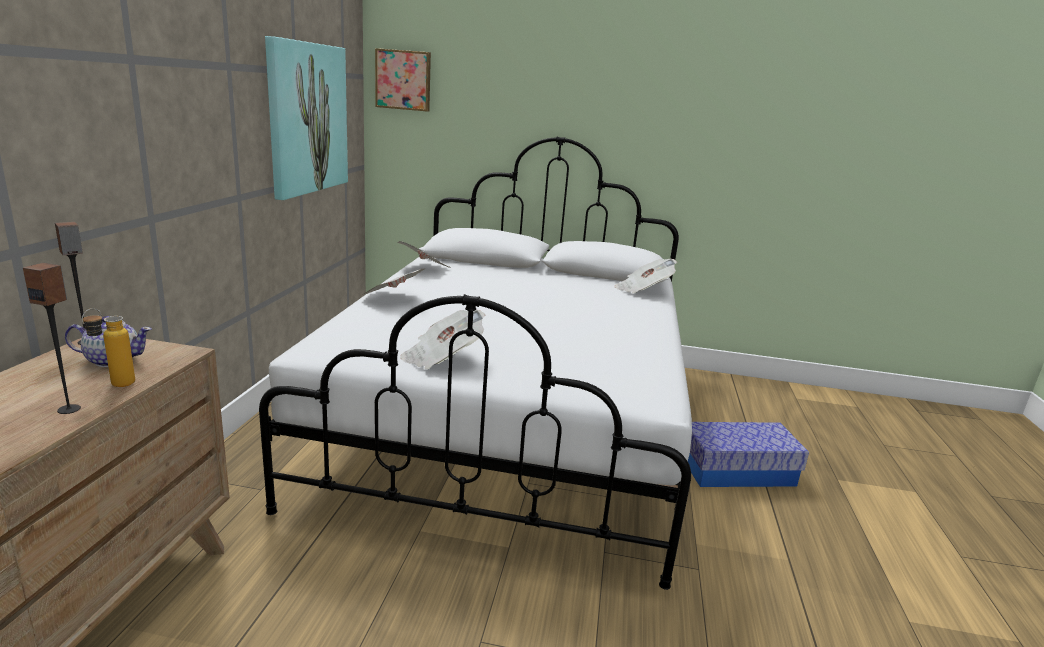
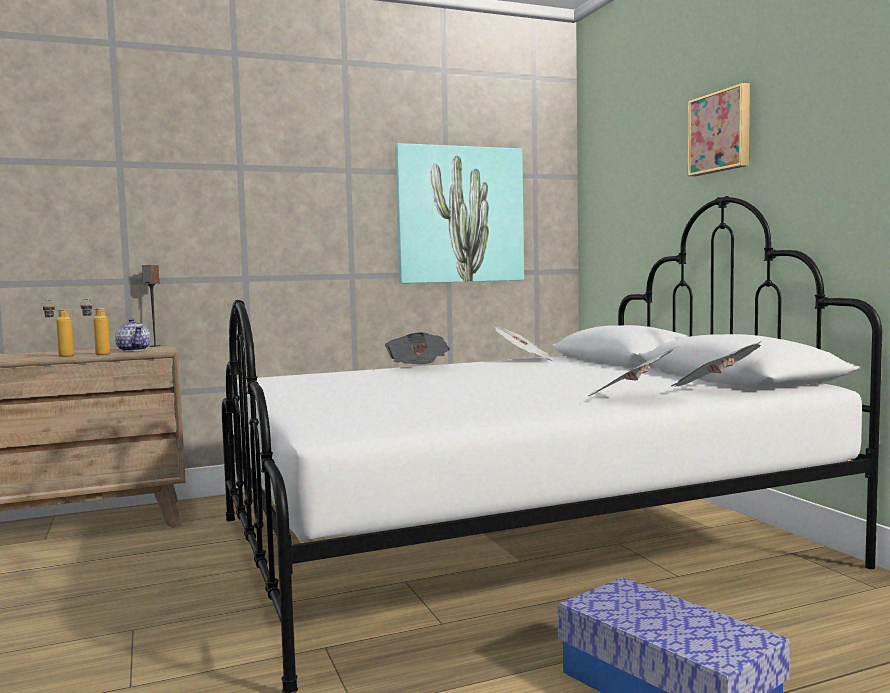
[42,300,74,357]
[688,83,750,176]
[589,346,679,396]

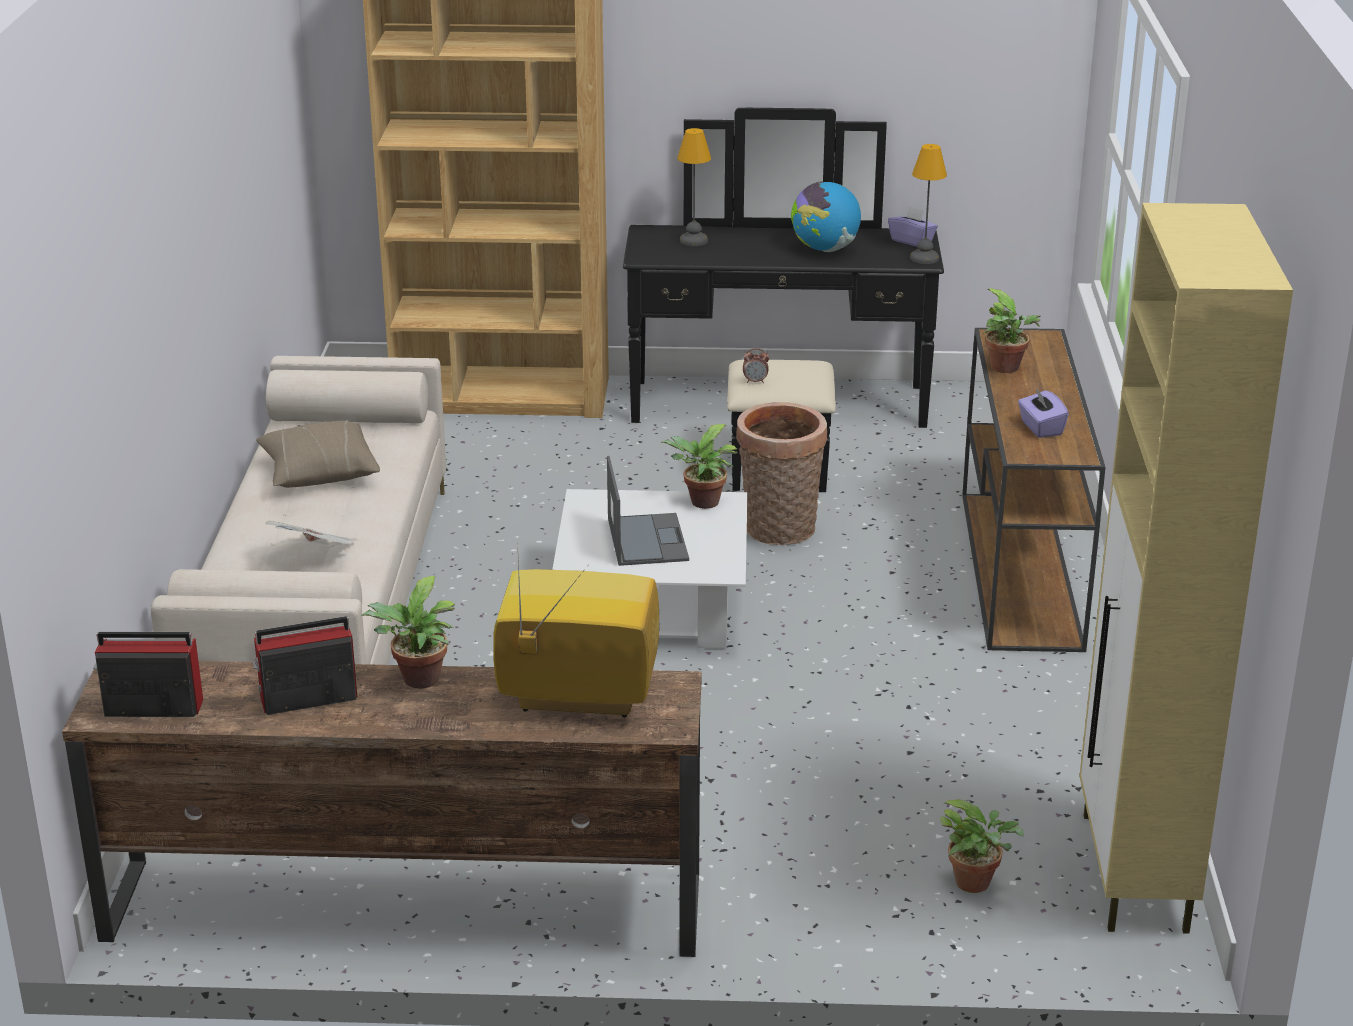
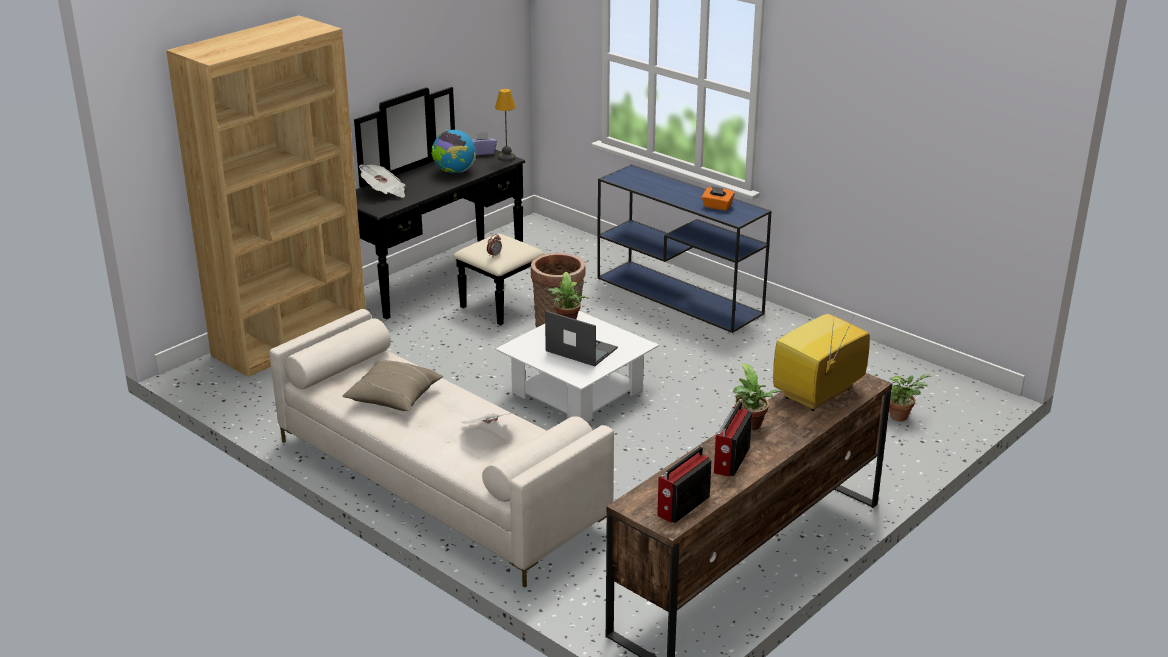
[359,164,405,198]
[597,164,772,333]
[983,288,1041,373] (first image)
[702,186,735,211]
[1079,203,1293,934] (first image)

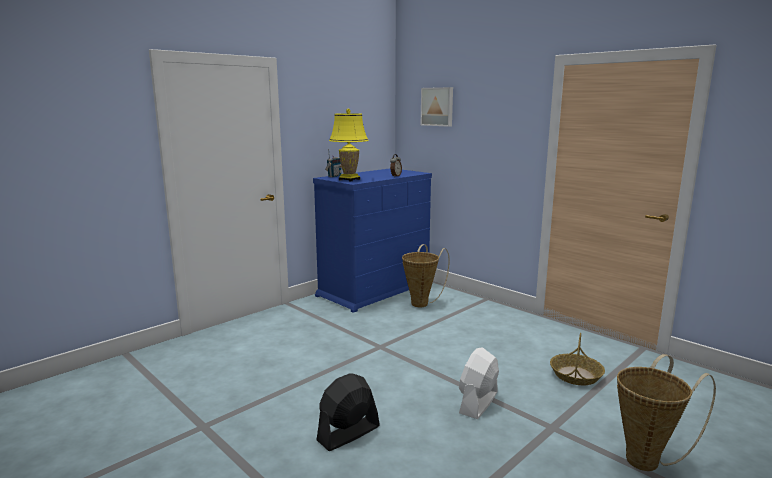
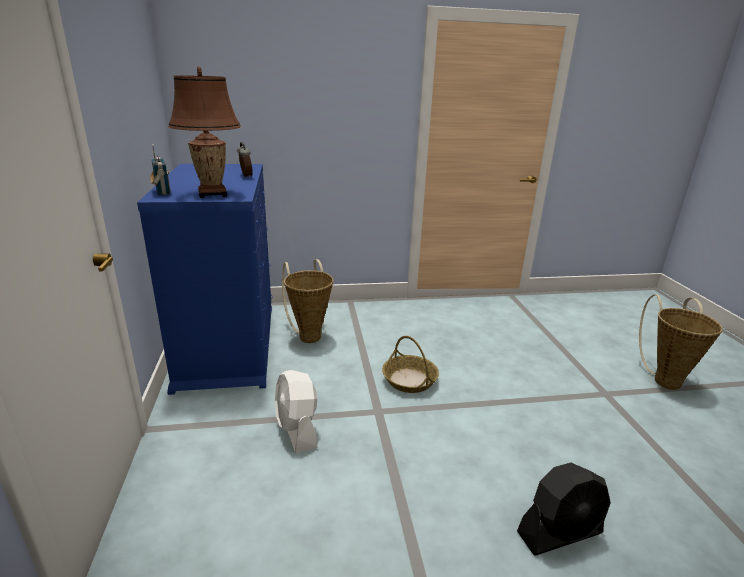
[517,463,611,556]
[168,67,241,198]
[421,87,453,127] (first image)
[275,370,317,454]
[382,336,439,393]

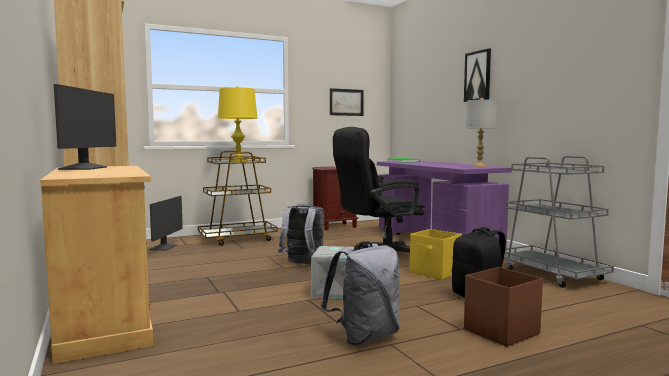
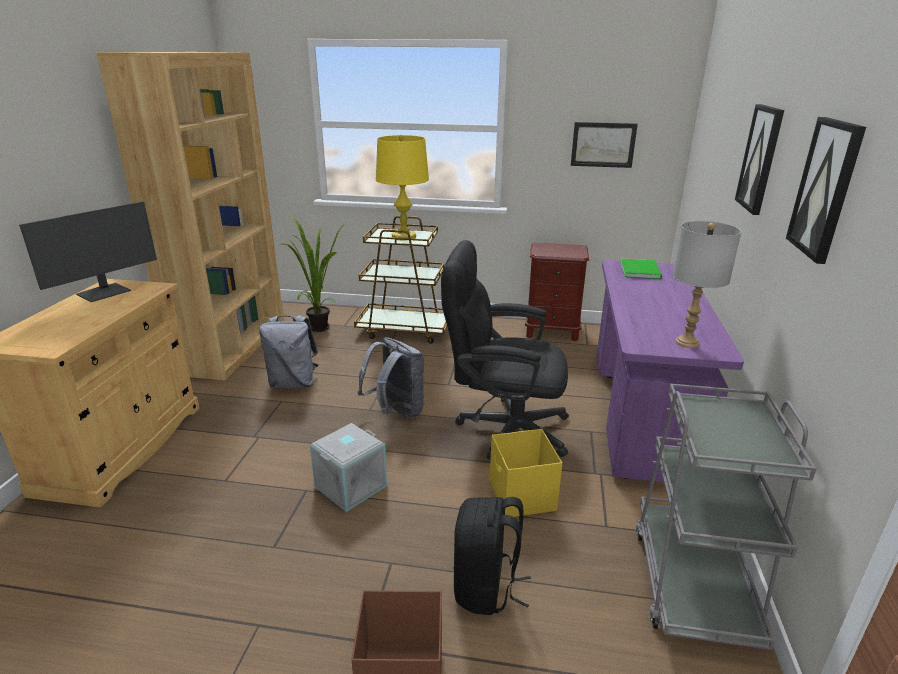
[284,216,345,332]
[259,315,318,388]
[786,117,866,264]

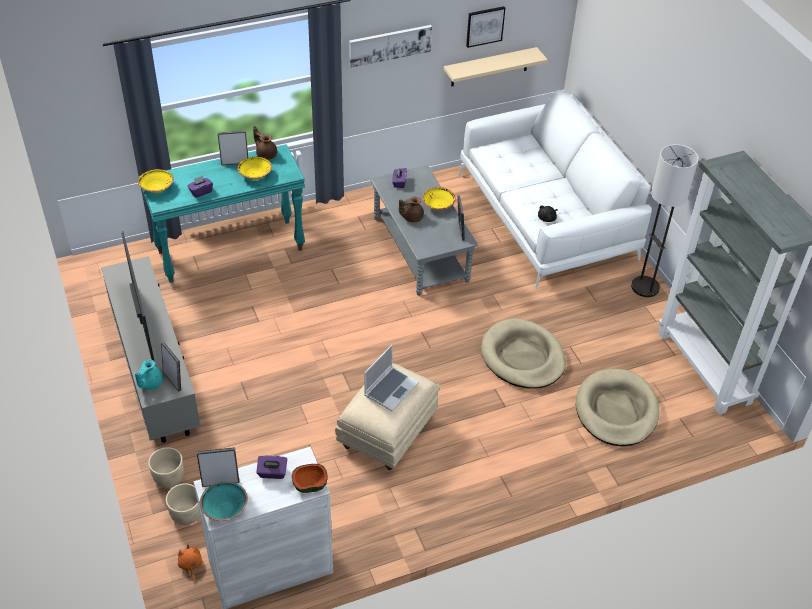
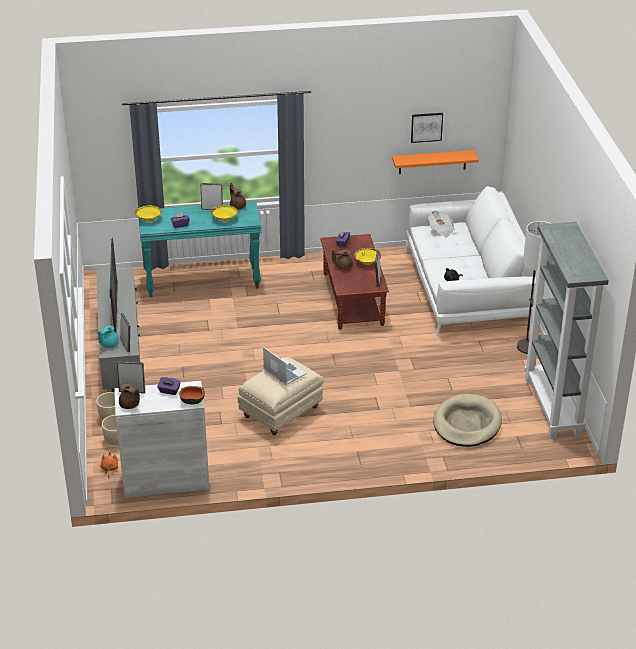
[119,384,140,409]
[349,25,432,68] (first image)
[263,347,306,385]
[321,234,389,330]
[392,150,479,174]
[481,318,566,389] (first image)
[428,210,455,237]

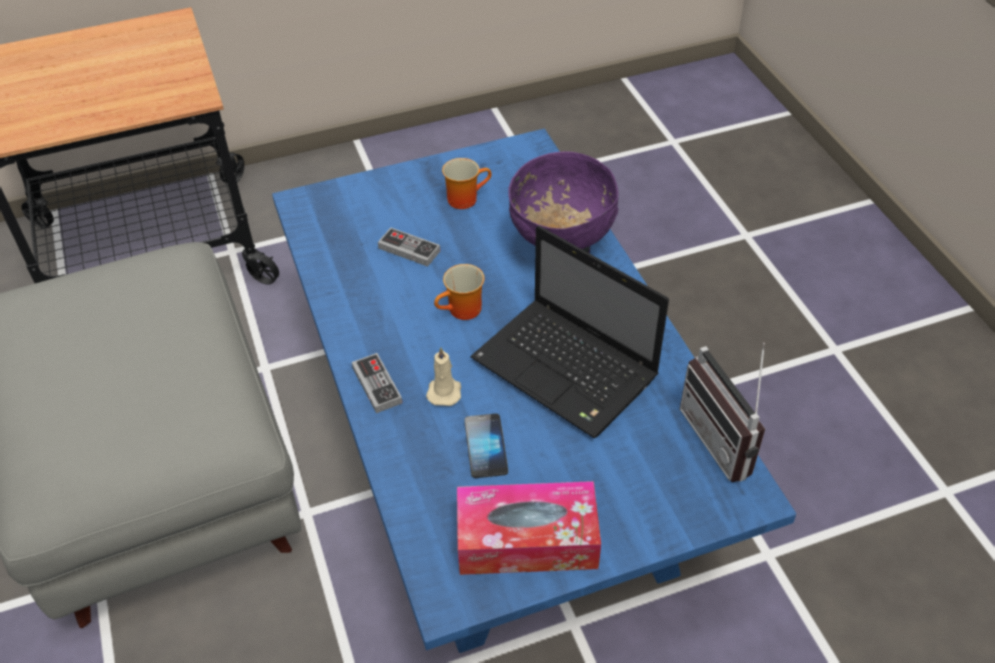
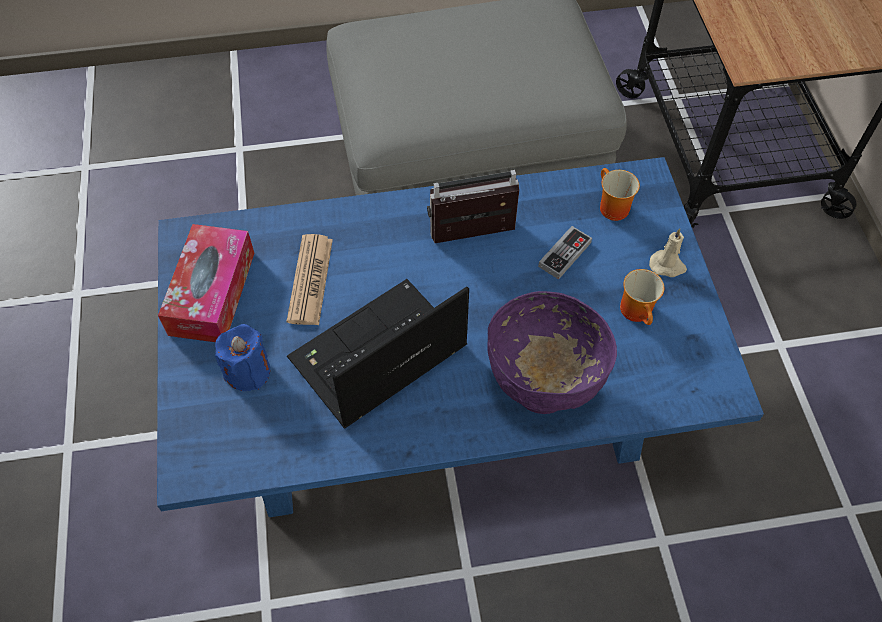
[352,353,402,413] (first image)
[649,228,687,277]
[600,168,640,221]
[287,234,333,325]
[427,170,519,243]
[215,324,270,391]

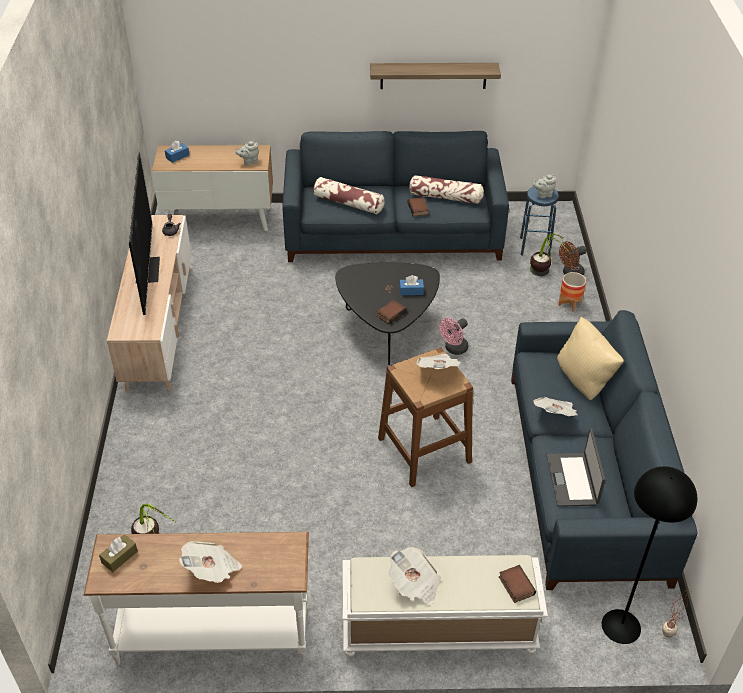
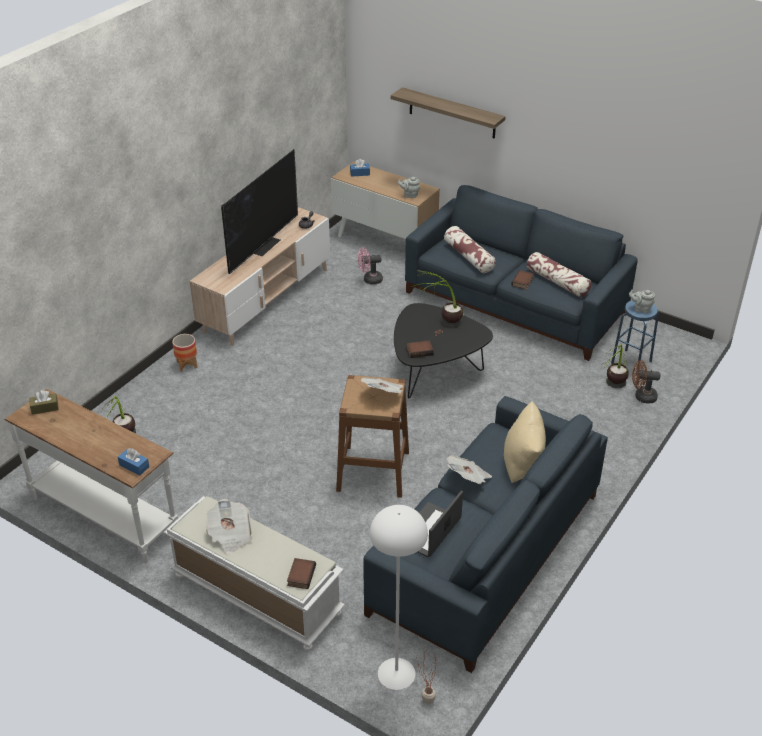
[179,541,242,583] (first image)
[391,87,506,139]
[118,448,149,476]
[358,248,383,284]
[172,334,197,372]
[369,505,428,690]
[412,270,463,327]

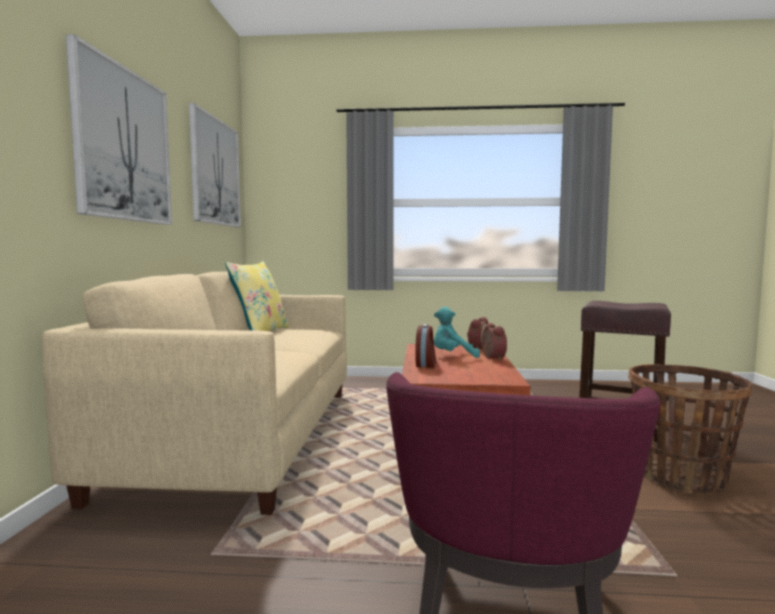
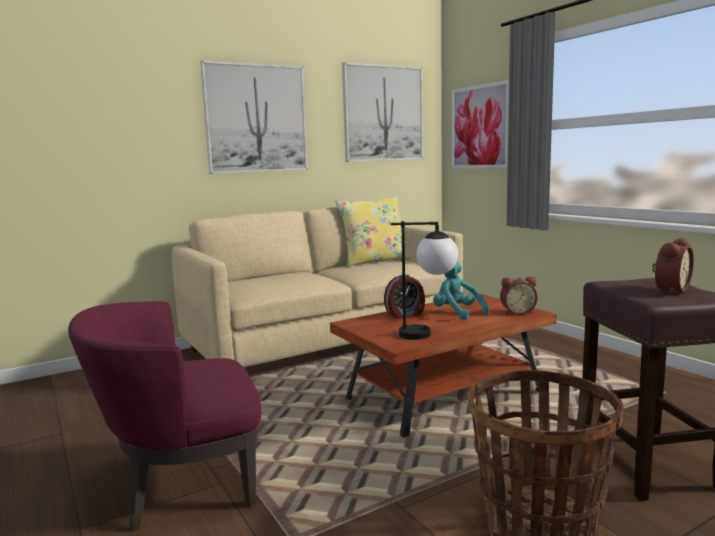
[652,238,694,294]
[391,221,458,340]
[451,80,509,169]

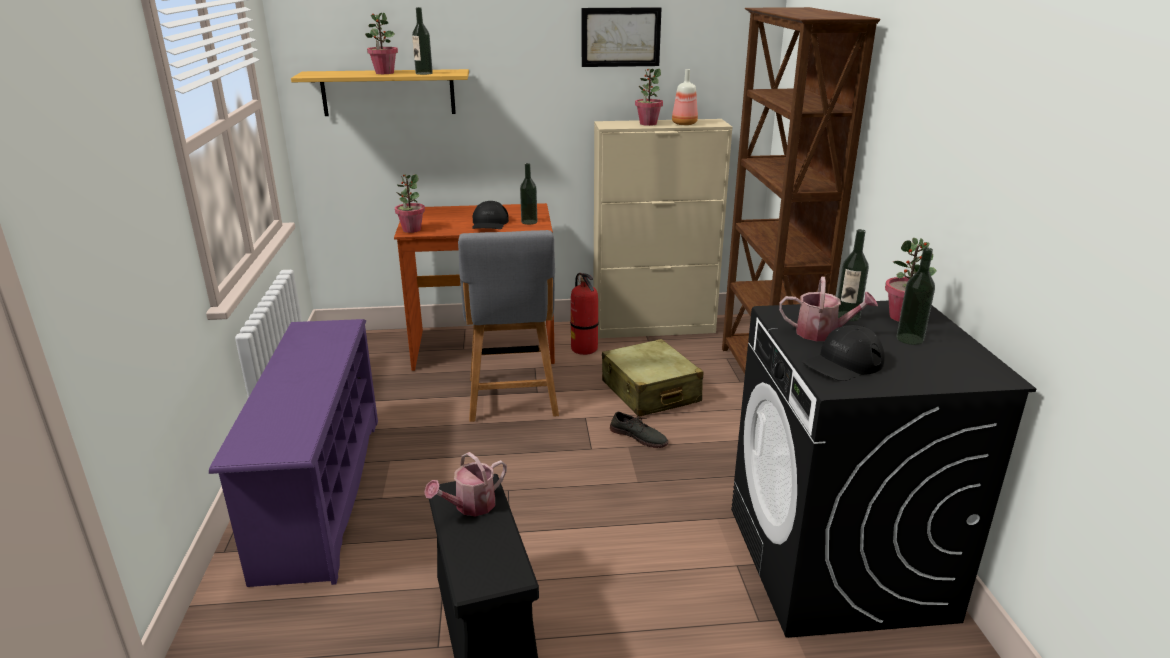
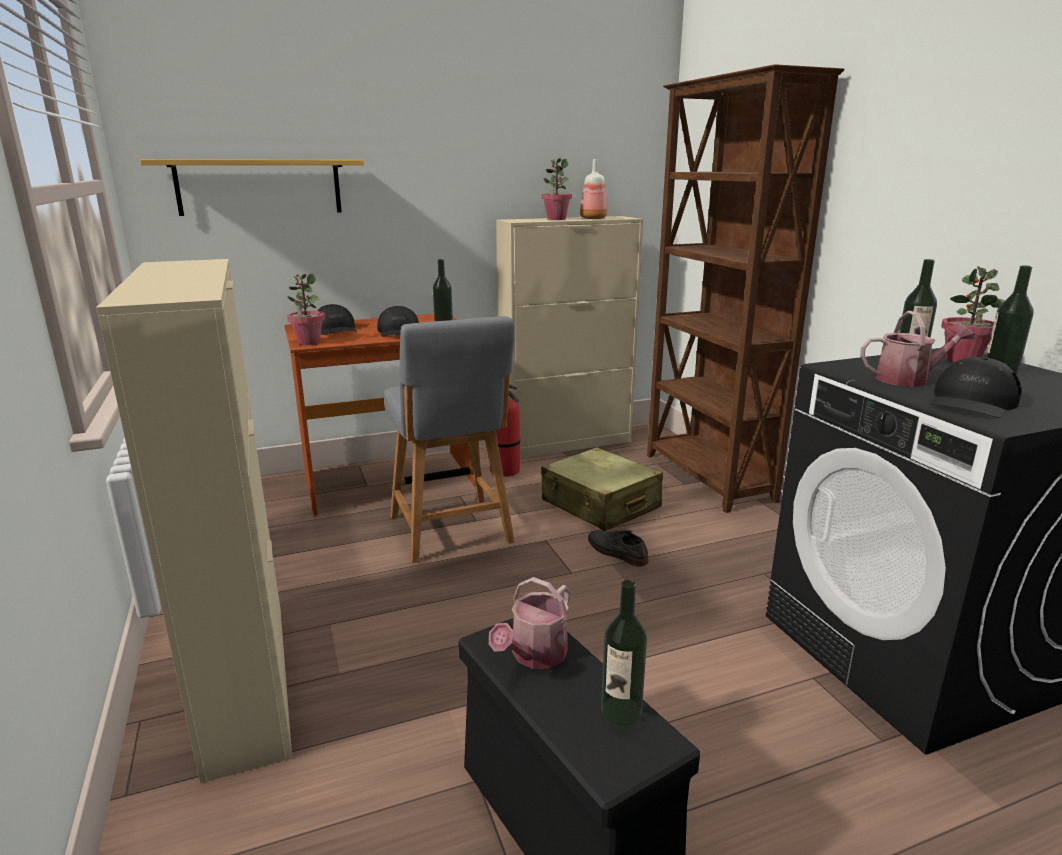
[96,259,292,783]
[365,13,398,74] (first image)
[601,580,647,725]
[582,7,662,67] (first image)
[588,530,649,567]
[317,304,357,335]

